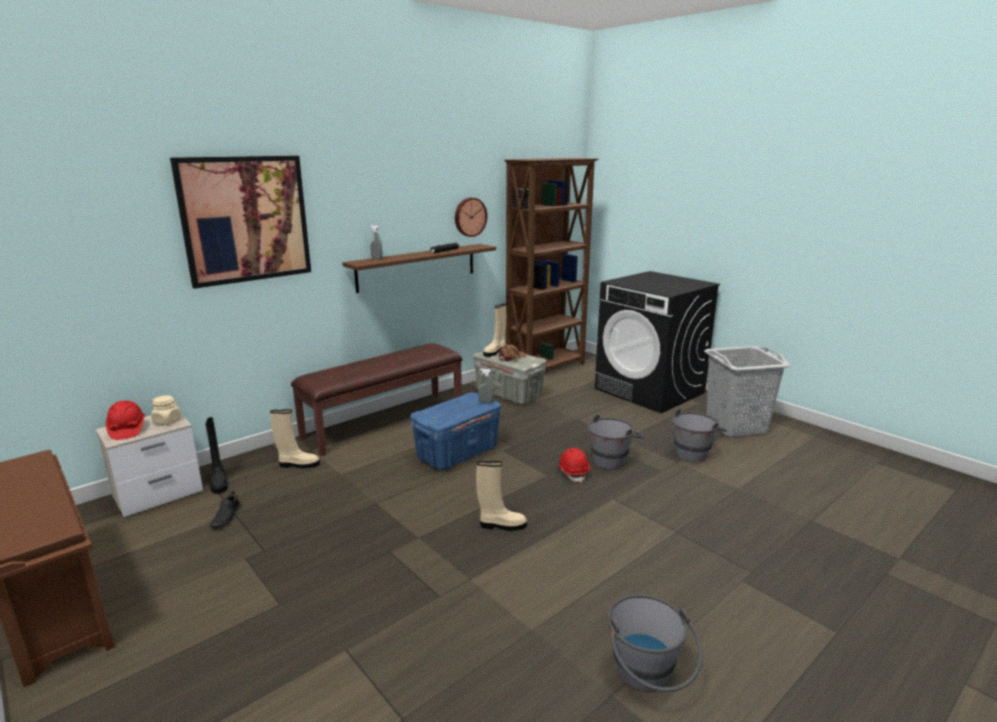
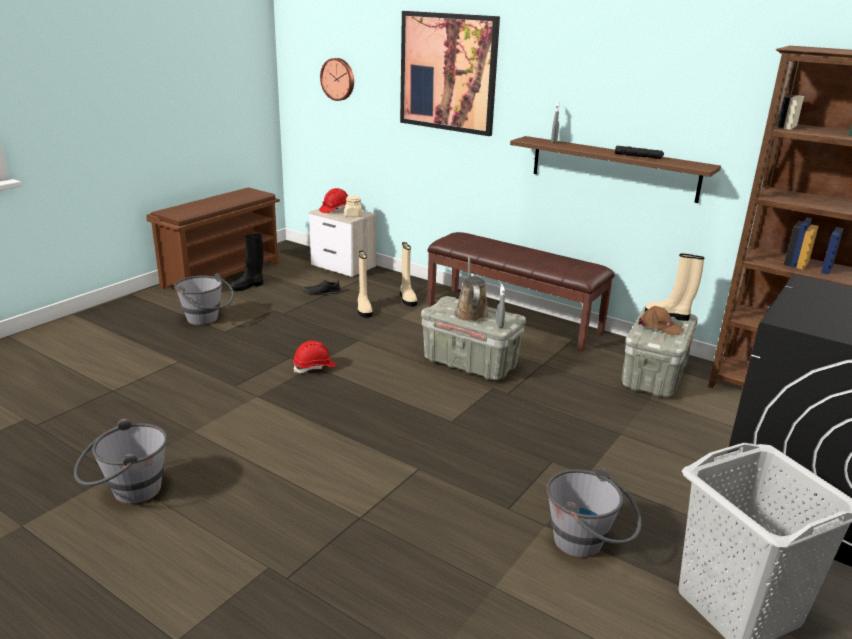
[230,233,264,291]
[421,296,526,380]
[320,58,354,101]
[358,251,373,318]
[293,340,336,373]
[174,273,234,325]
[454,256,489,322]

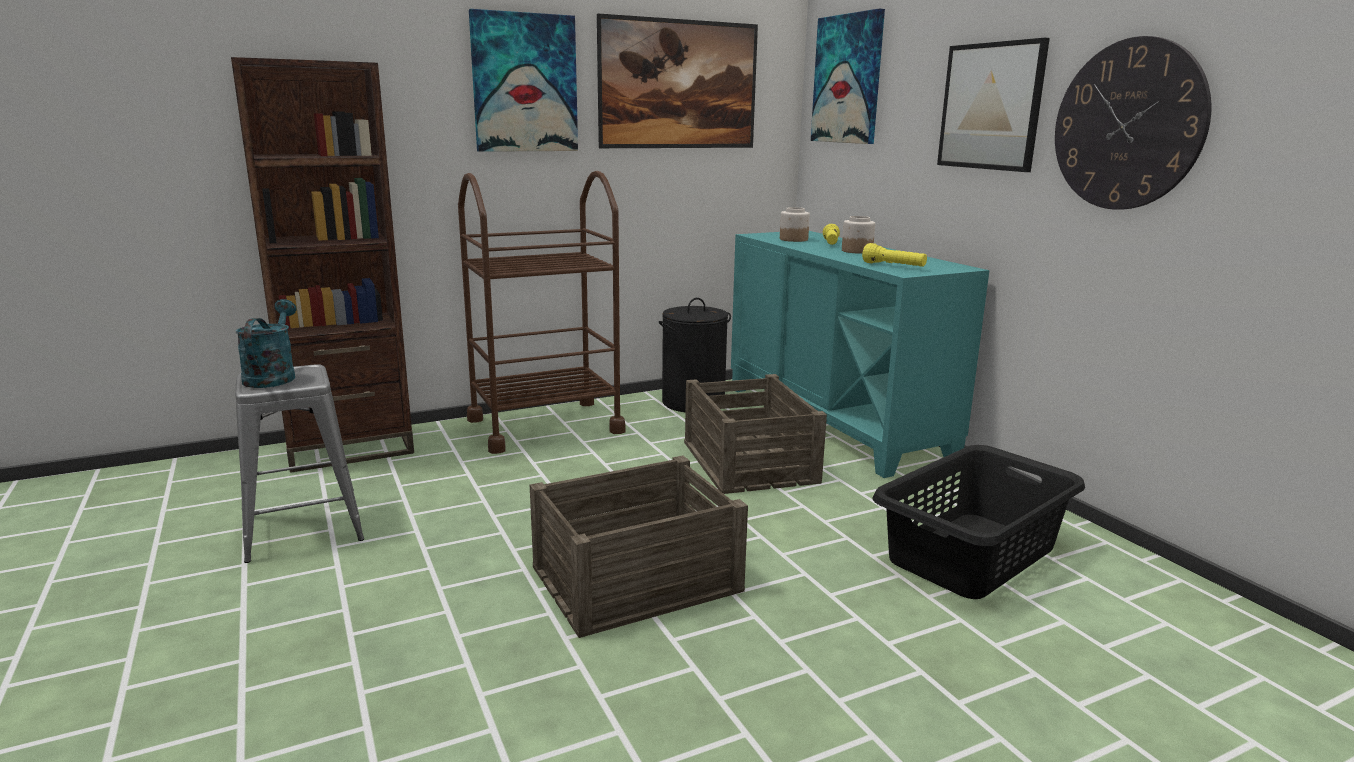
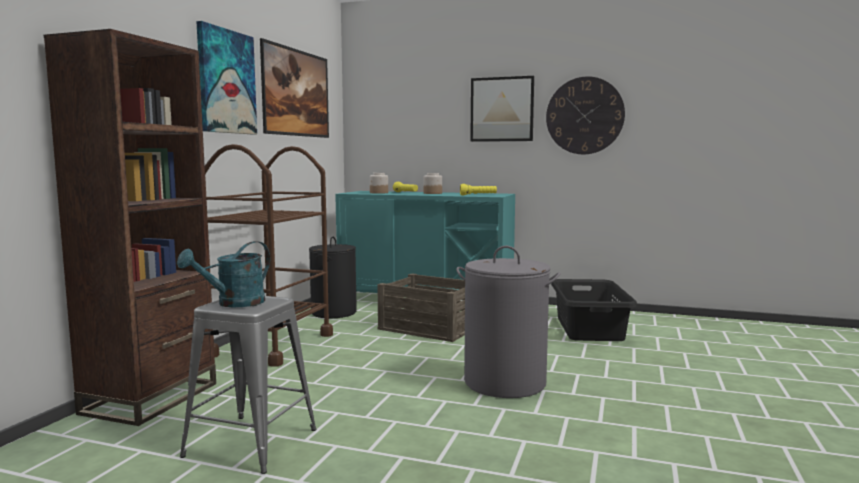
[177,241,270,307]
[456,245,561,398]
[811,9,885,144] (first image)

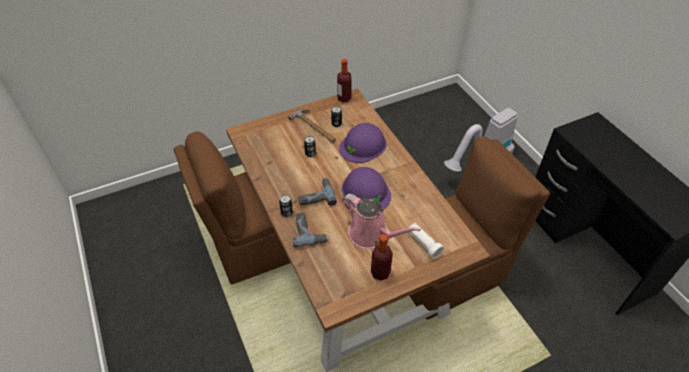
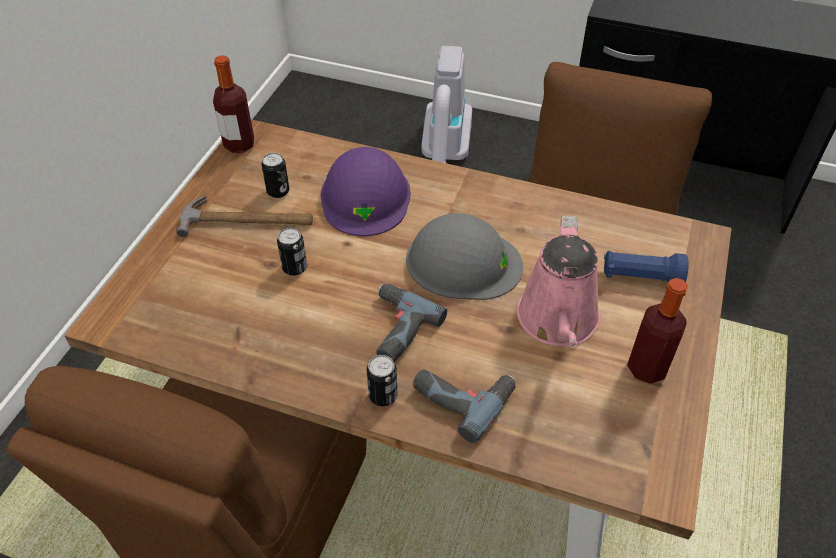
[406,213,523,300]
[517,216,600,346]
[604,251,689,282]

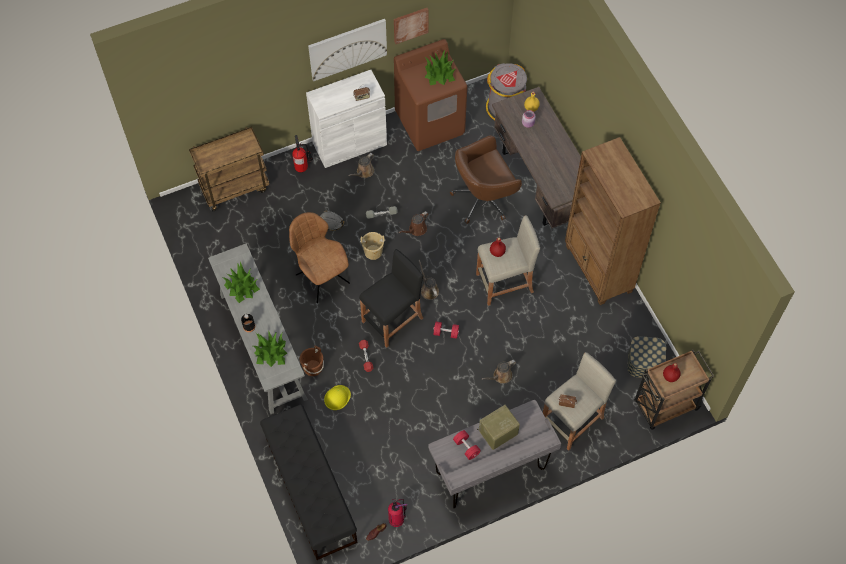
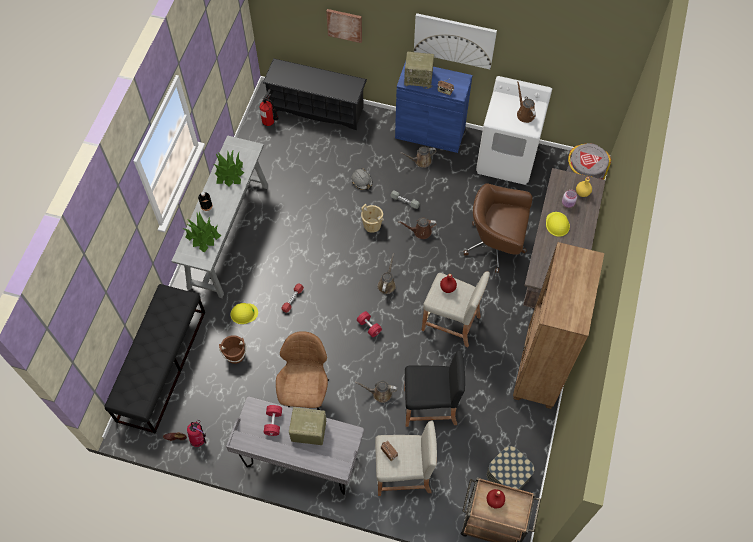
[263,58,367,130]
[276,331,329,410]
[260,89,279,126]
[219,335,246,364]
[395,61,473,153]
[404,350,465,427]
[326,9,362,43]
[476,76,552,185]
[517,81,536,123]
[404,52,434,89]
[546,212,570,237]

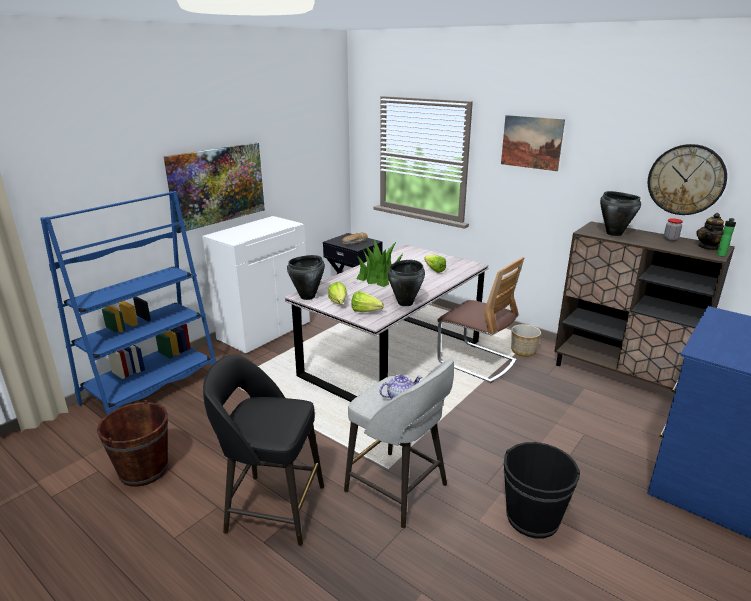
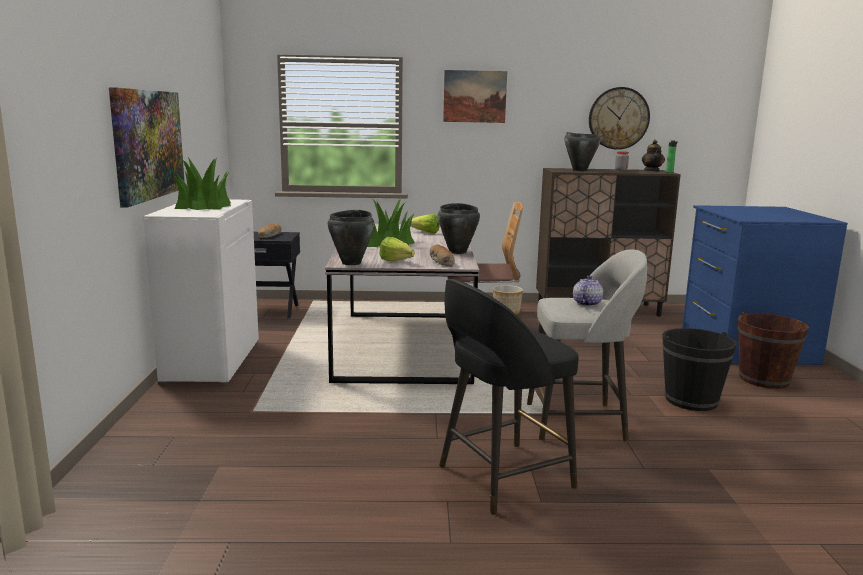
[40,191,217,415] (first image)
[738,312,809,389]
[430,244,455,267]
[174,157,231,210]

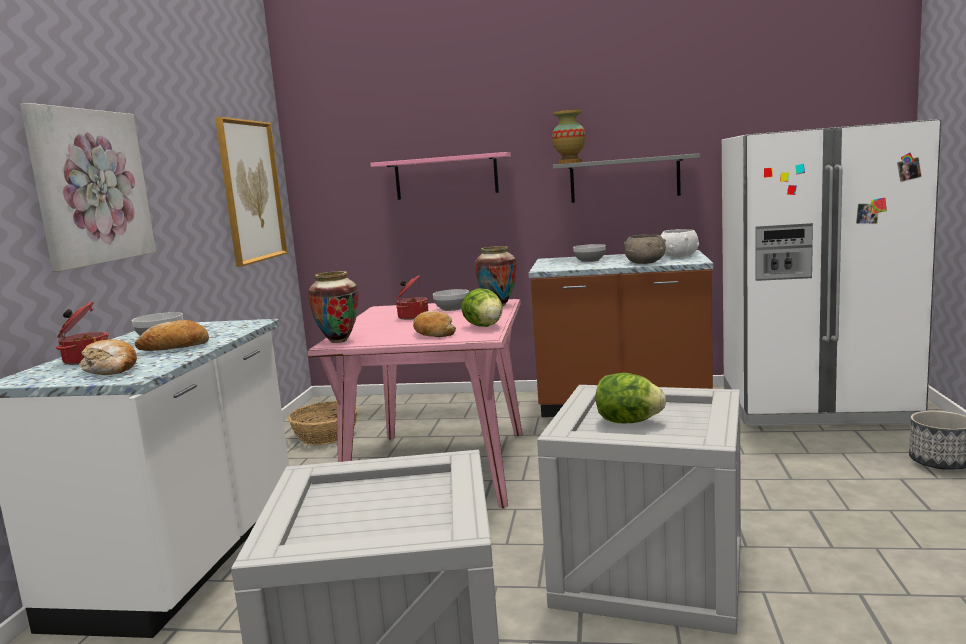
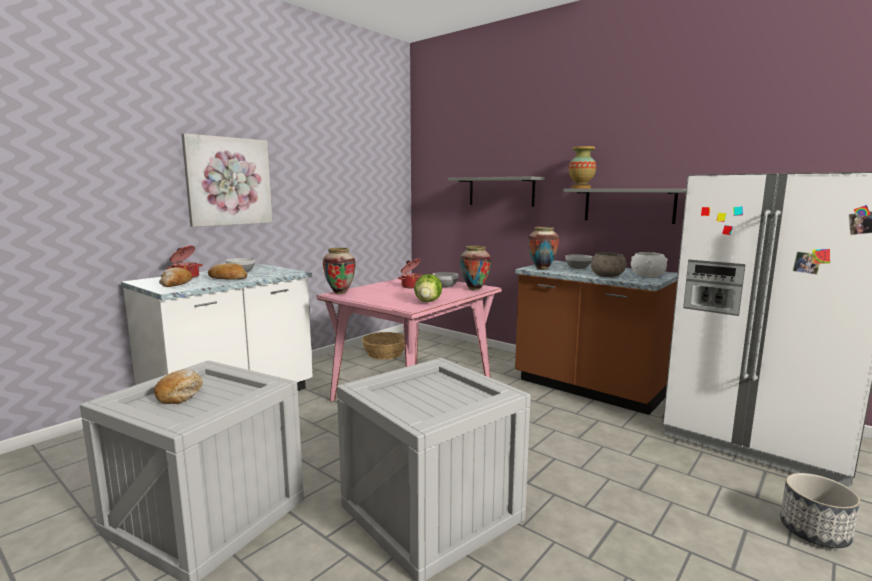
[215,117,288,267] (first image)
[448,176,545,207]
[154,369,203,404]
[596,373,666,423] (first image)
[528,227,559,270]

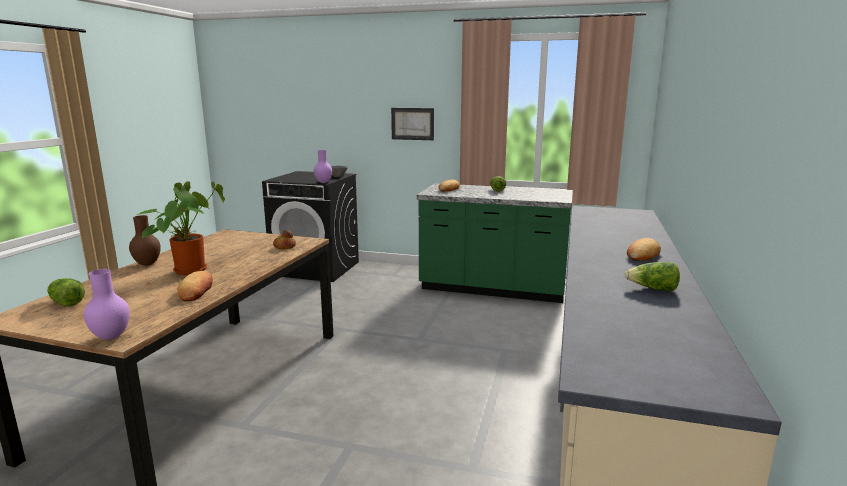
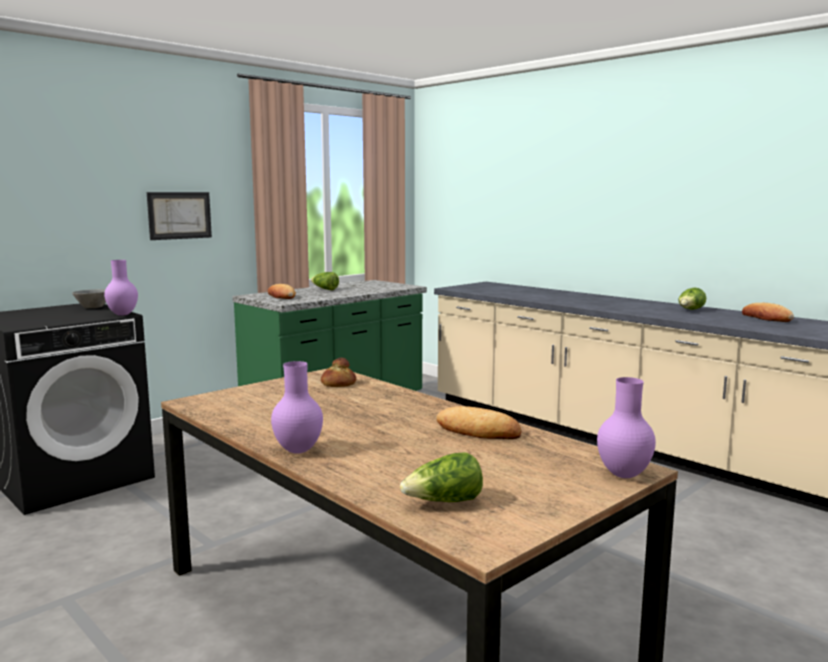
[271,361,323,454]
[136,181,225,275] (first image)
[742,303,794,322]

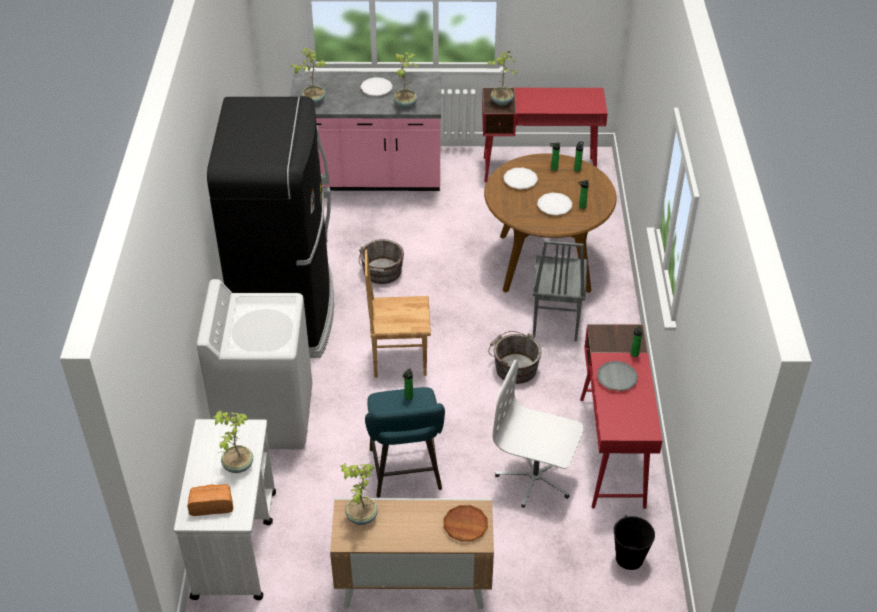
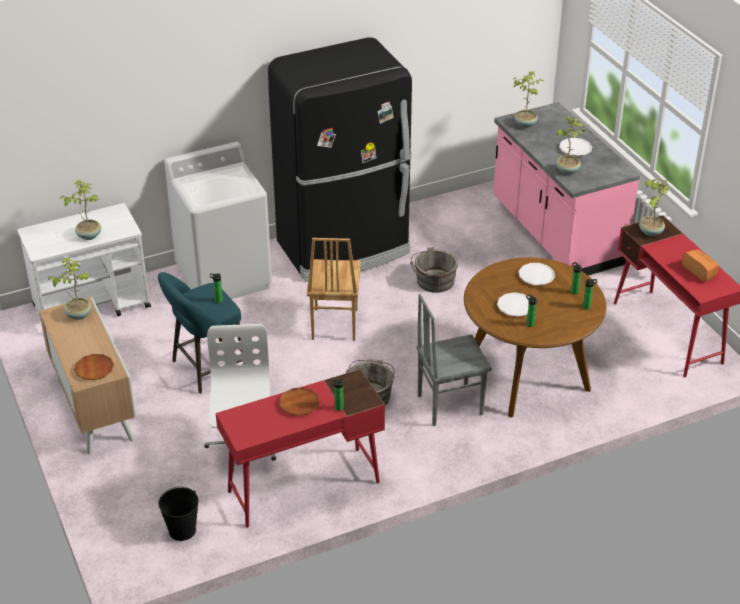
[682,249,719,282]
[307,238,361,341]
[279,387,320,416]

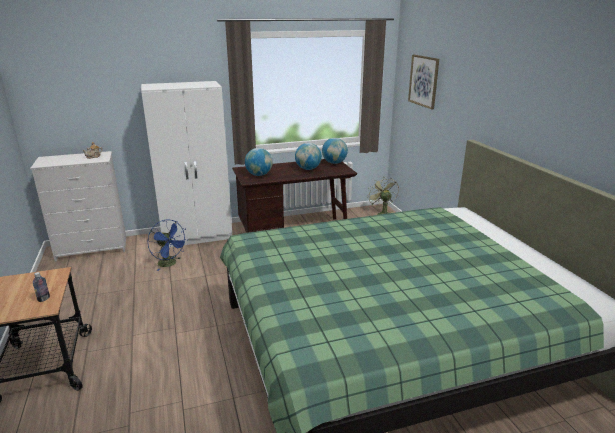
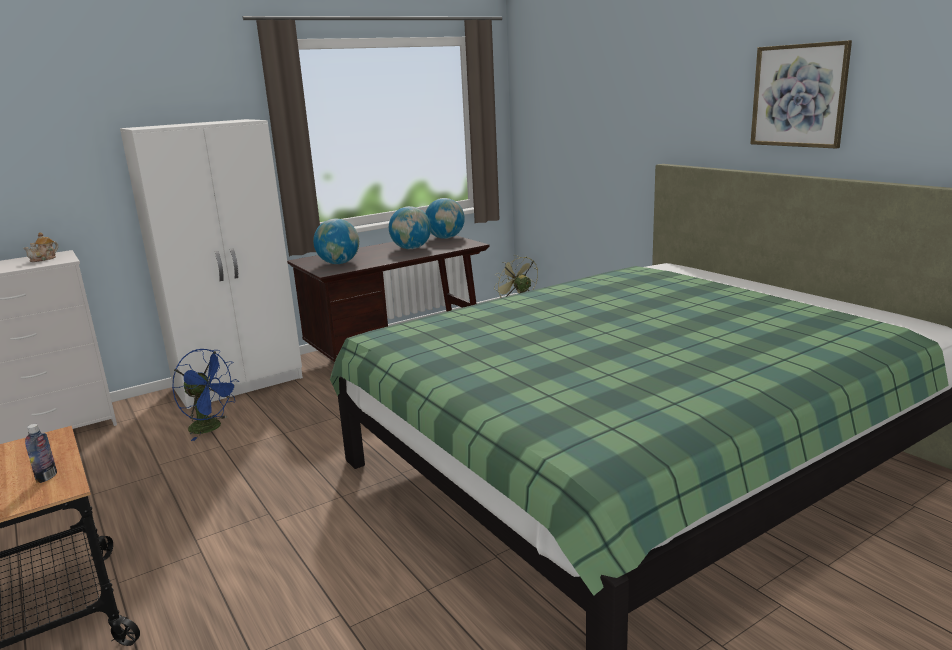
[750,40,852,149]

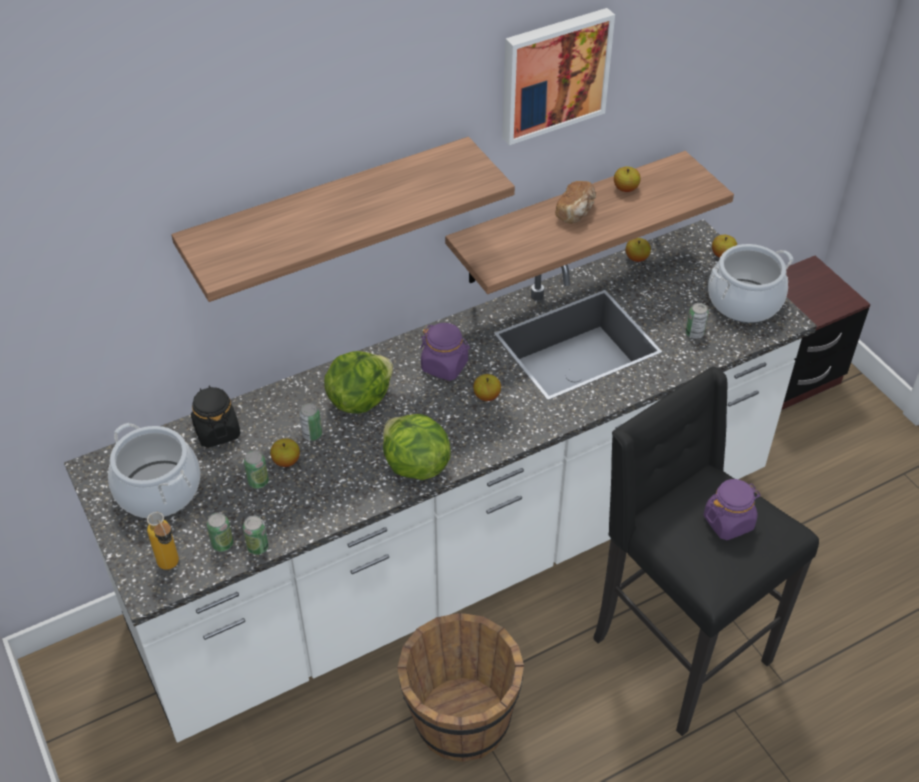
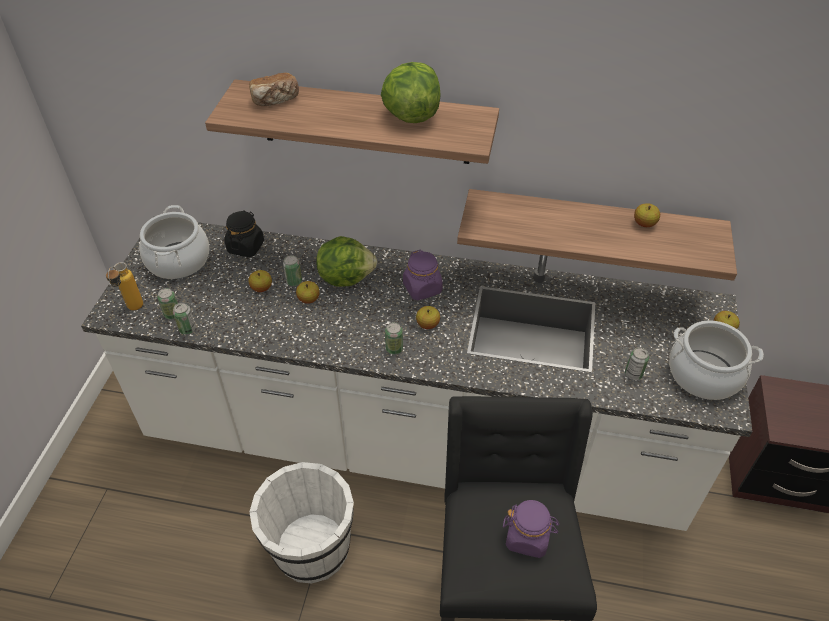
[385,322,403,355]
[381,62,441,123]
[250,462,354,584]
[502,8,615,145] (first image)
[249,73,299,106]
[296,281,320,304]

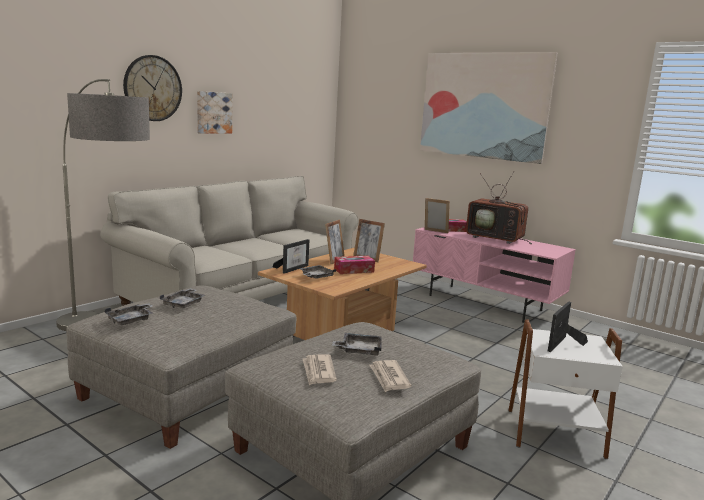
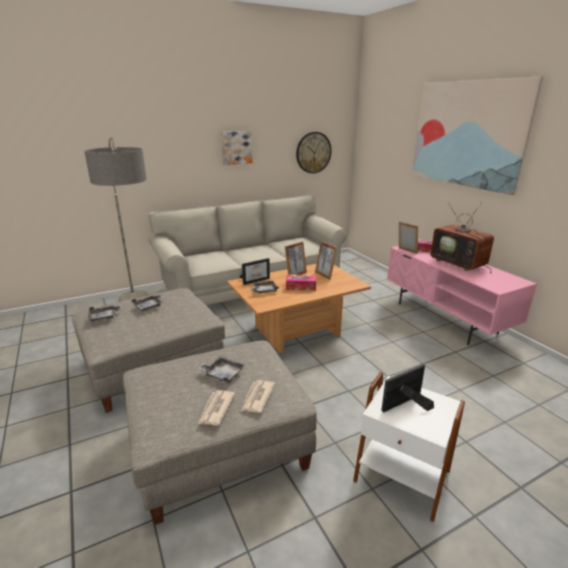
[296,132,332,174]
[241,380,275,413]

